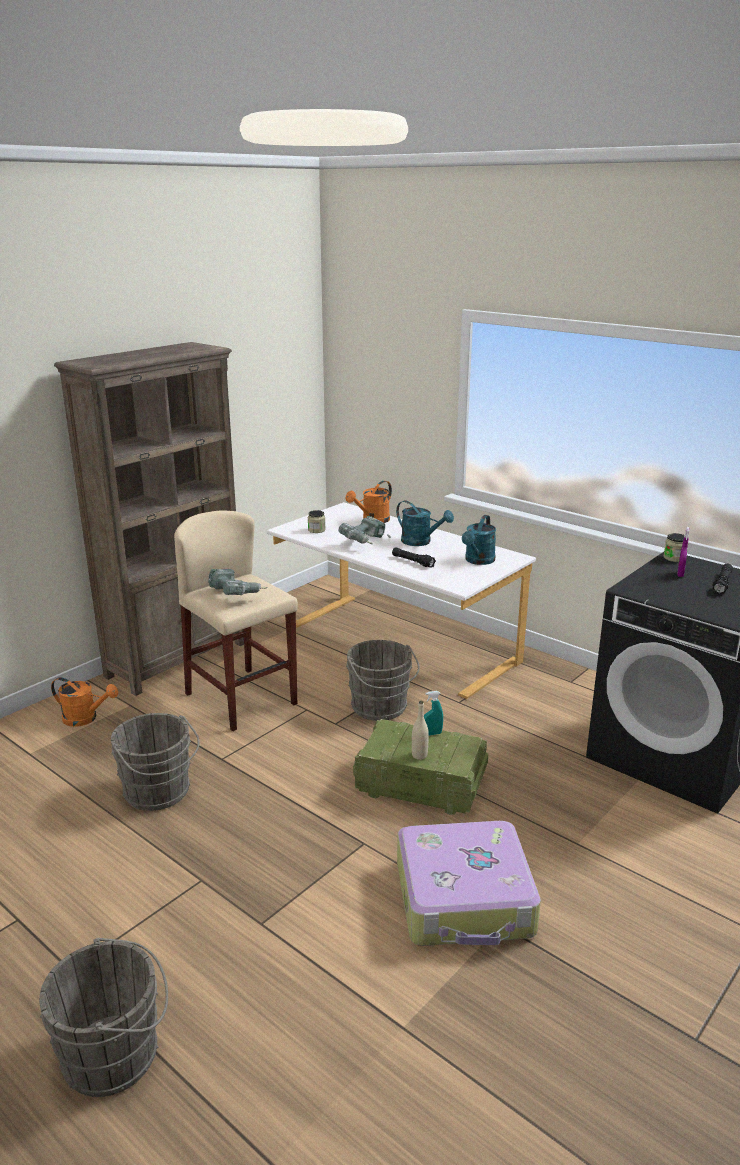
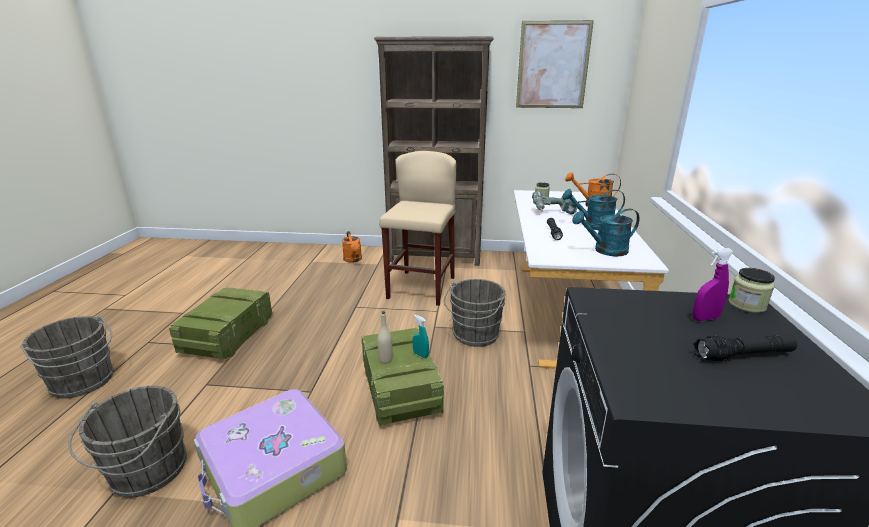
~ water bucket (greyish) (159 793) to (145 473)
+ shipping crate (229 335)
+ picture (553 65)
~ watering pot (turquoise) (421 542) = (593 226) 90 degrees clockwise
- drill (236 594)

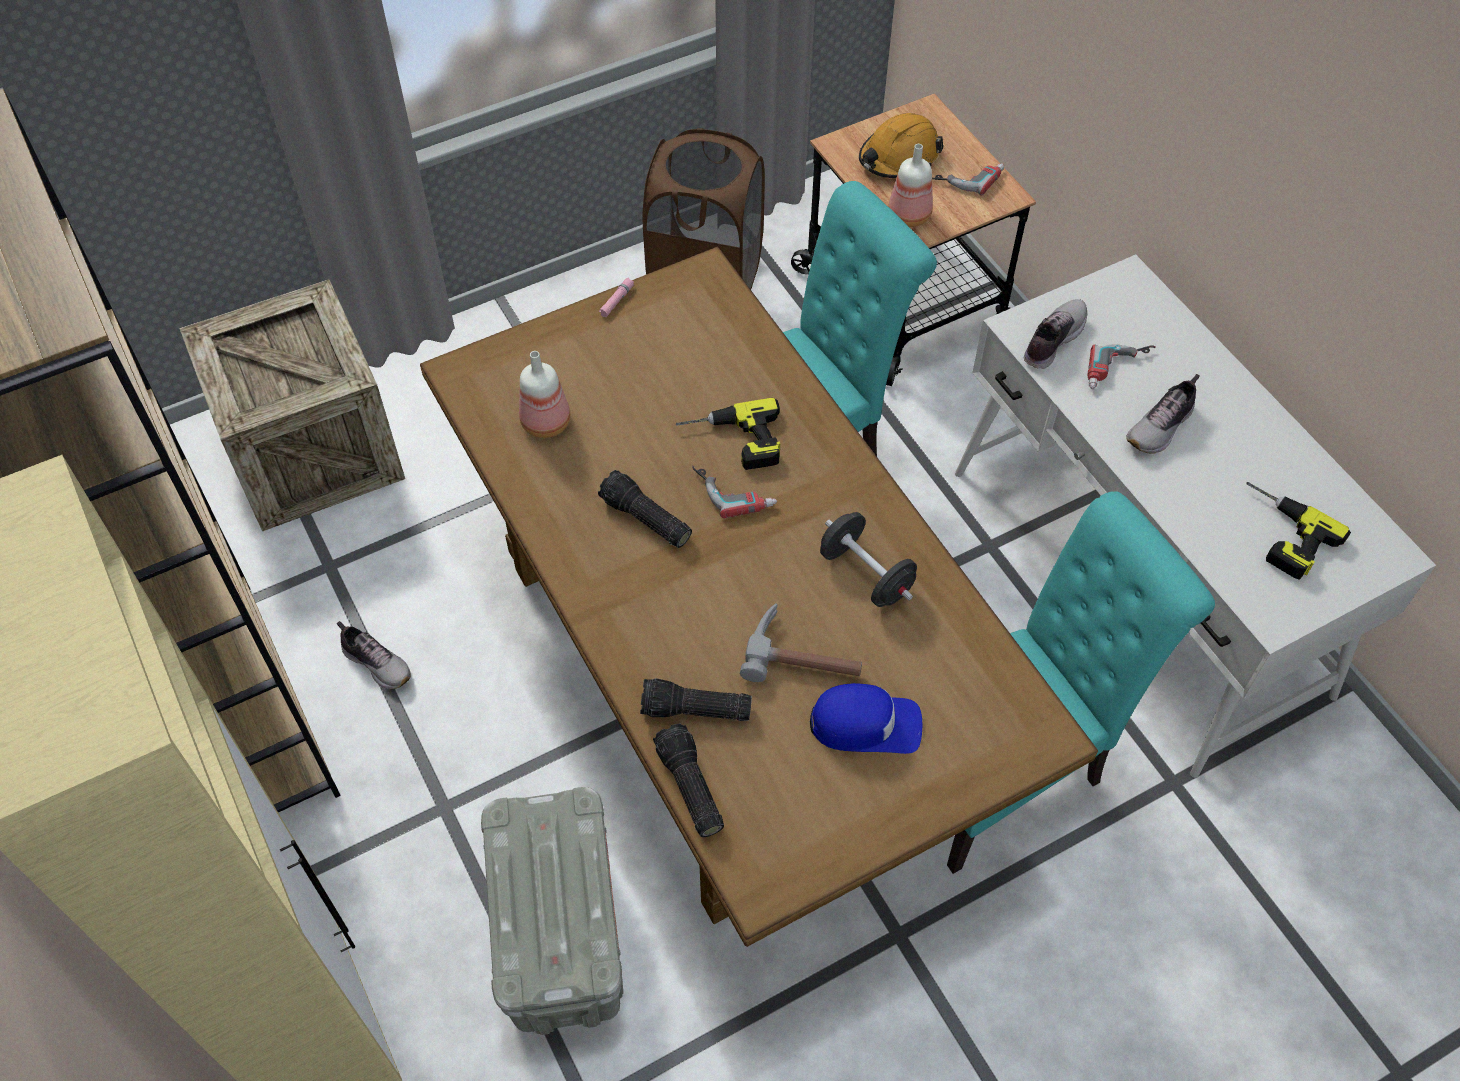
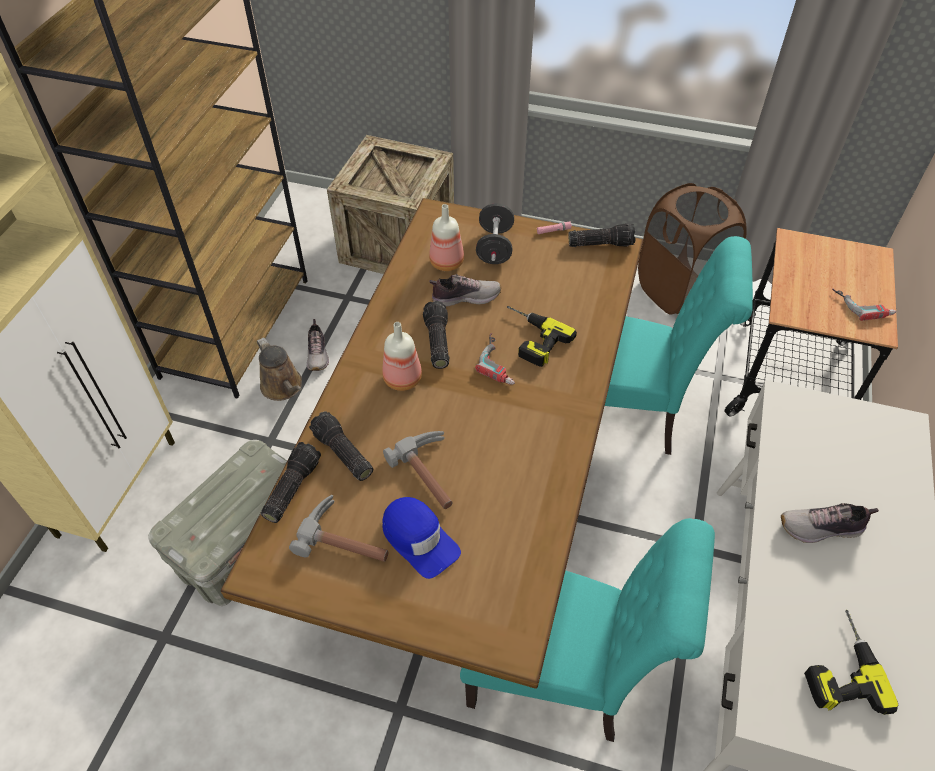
+ watering pot (brown-coloured) (283 387)
+ hand hammer (347 538)
~ drink bottle (908 215) to (402 378)
~ shoe (1052 340) to (465 297)
~ free weight (blackish) (866 574) to (494 247)
+ torch (600 243)
- hard hat (orange) (898 157)
- drill (1120 371)

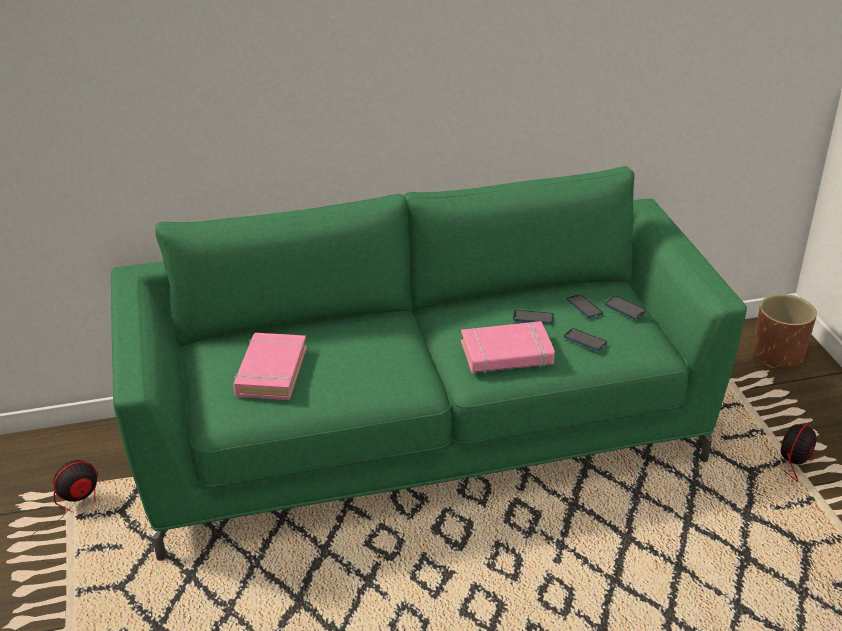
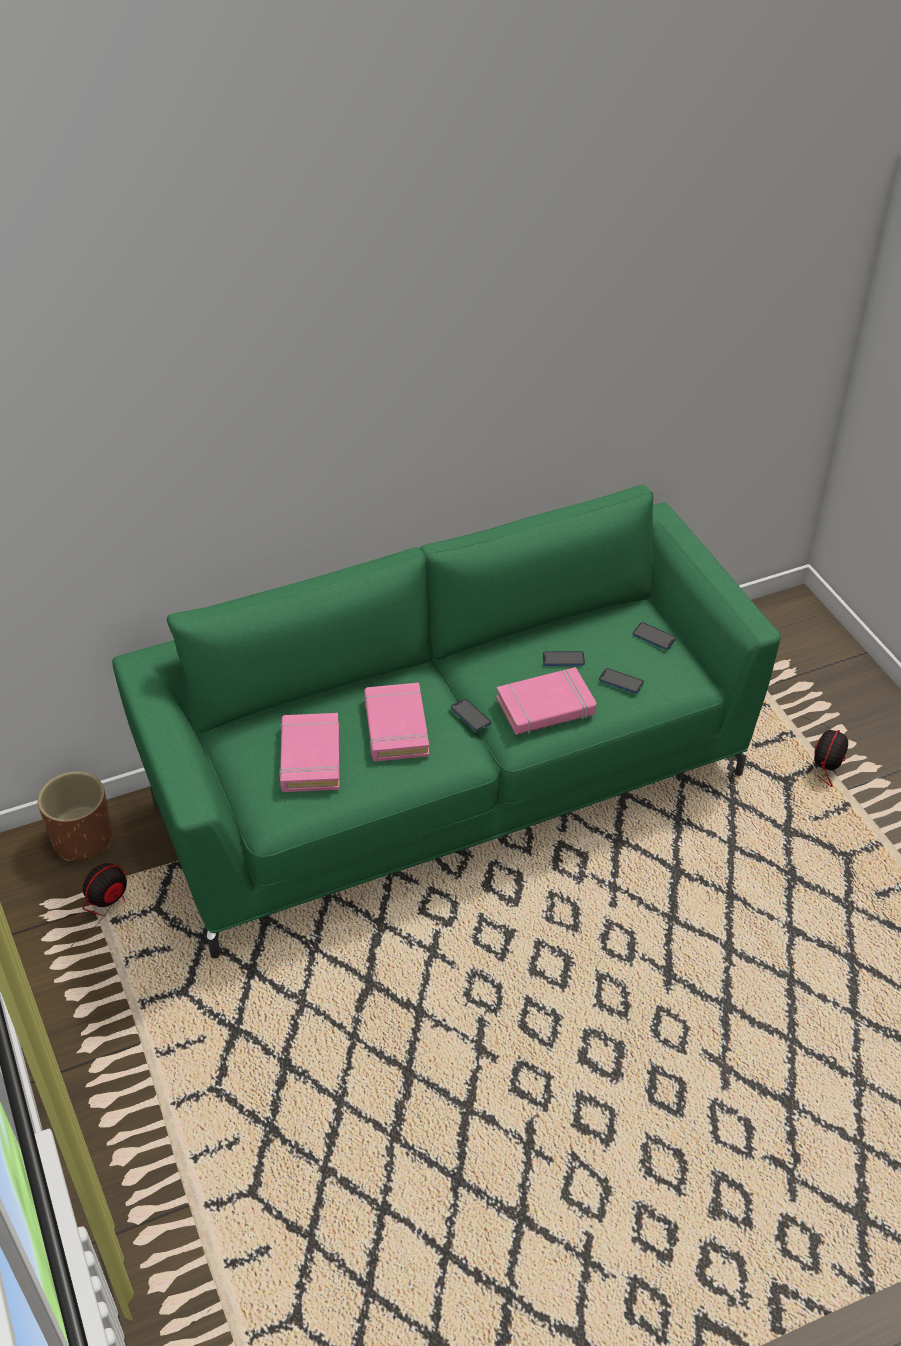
~ flower pot (brown-coloured) (778 355) to (83 839)
+ bound book (pink-coloured) (396 727)
~ handset (584 307) to (470 716)

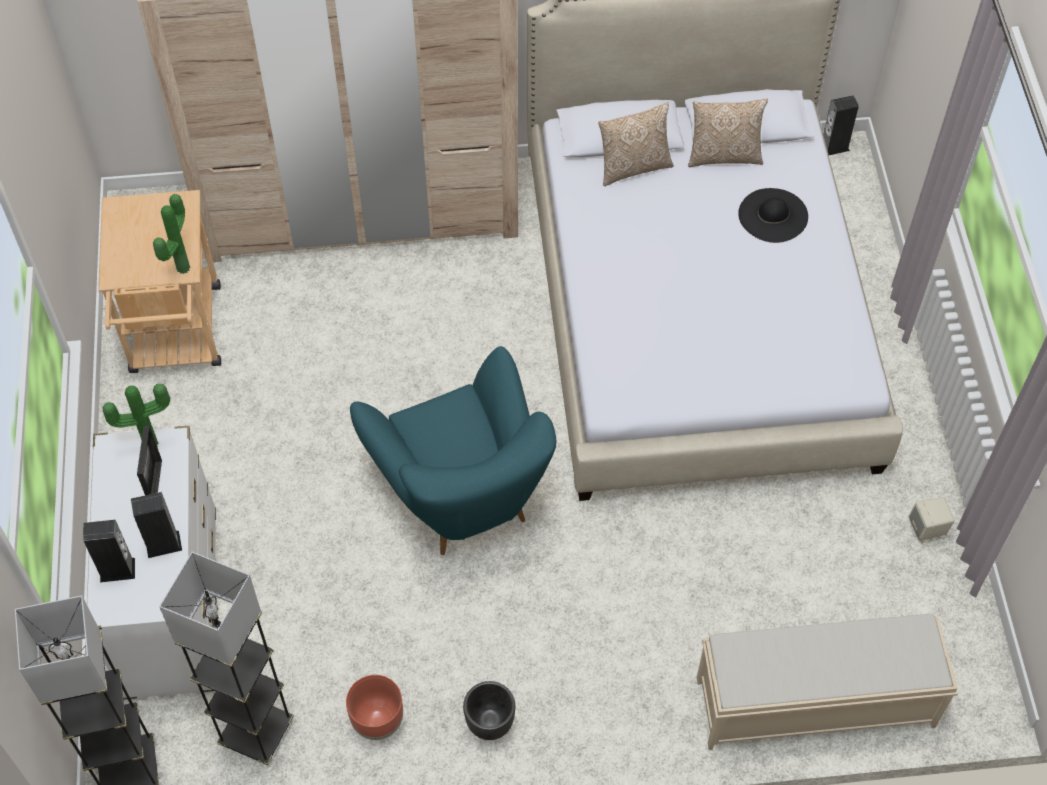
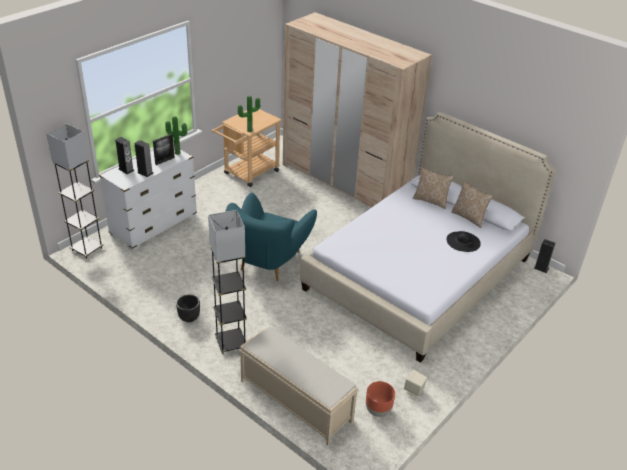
~ floor lamp (greyish) (256 732) to (231 343)
~ flower pot (brown-coloured) (378 721) to (378 410)

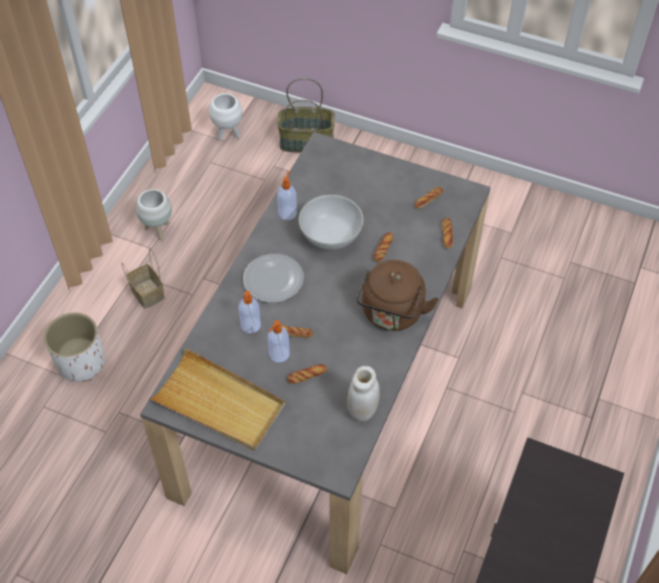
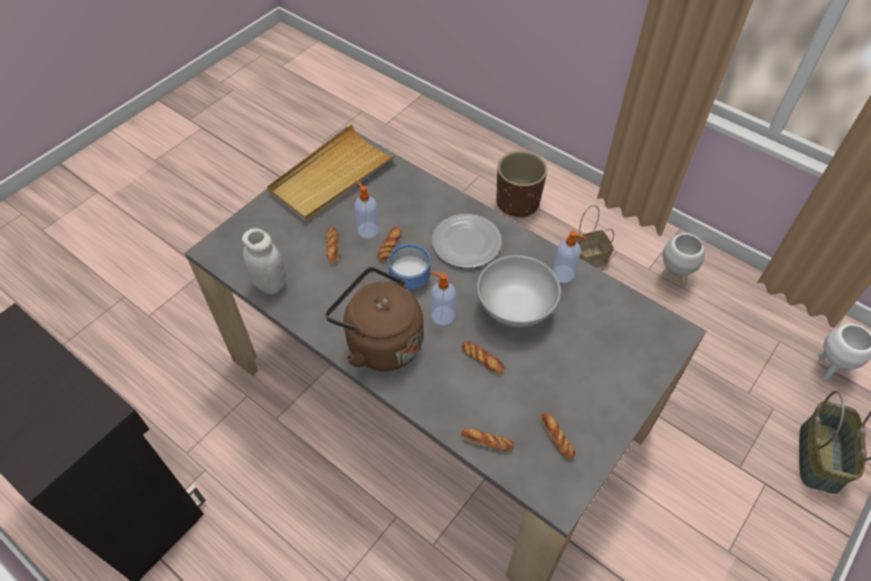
+ deep dish (411 277)
~ soap bottle (250 326) to (442 315)
~ flower pot (whitish) (81 363) to flower pot (brown-coloured) (517 203)

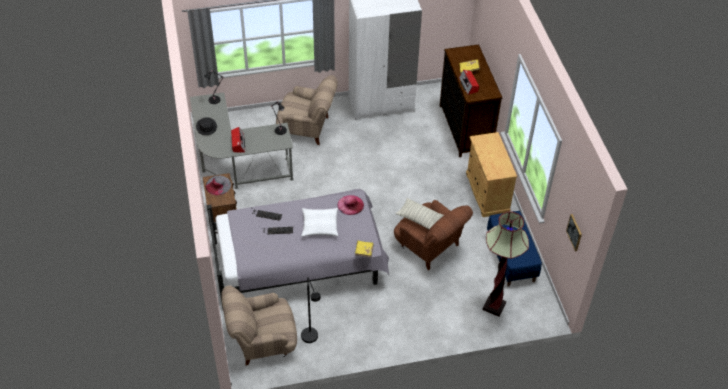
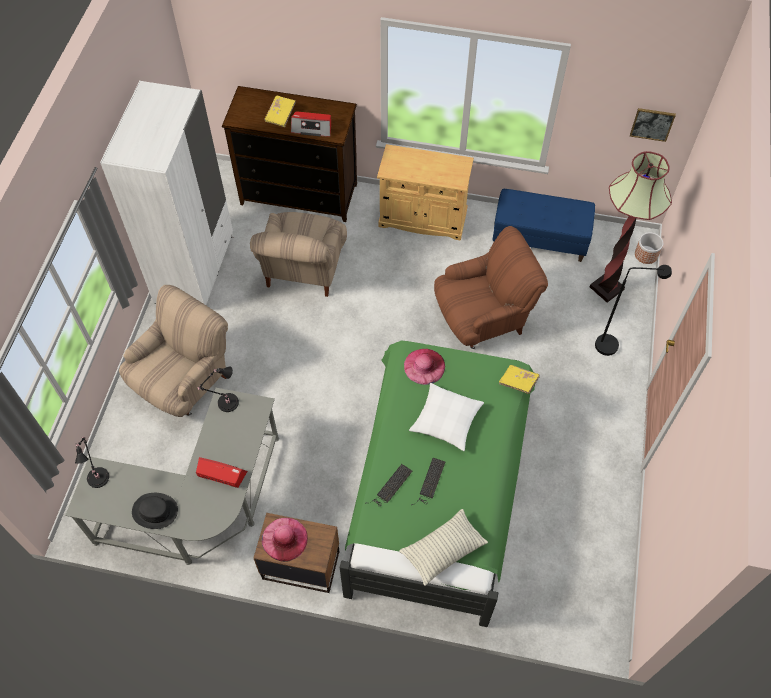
~ easy chair (sand-coloured) (262 341) to (303 270)
~ hat (greyish) (218 185) to hat (pink-coloured) (284 539)
~ bedroom bed (greyish) (300 261) to bedroom bed (green-coloured) (439 485)
~ cushion (419 218) to (443 550)
~ floor lamp (blackish) (311 339) to (613 345)
+ flower pot (646 255)

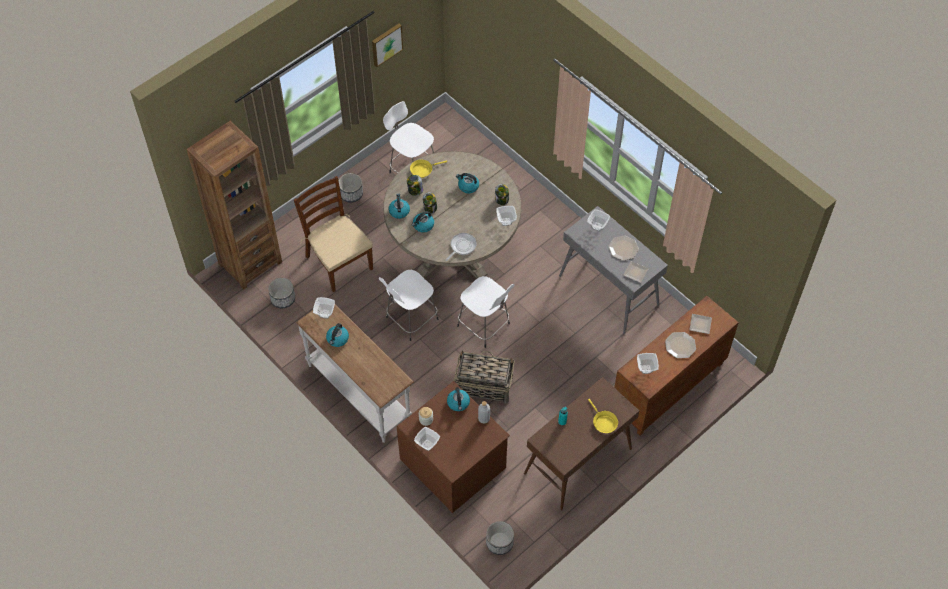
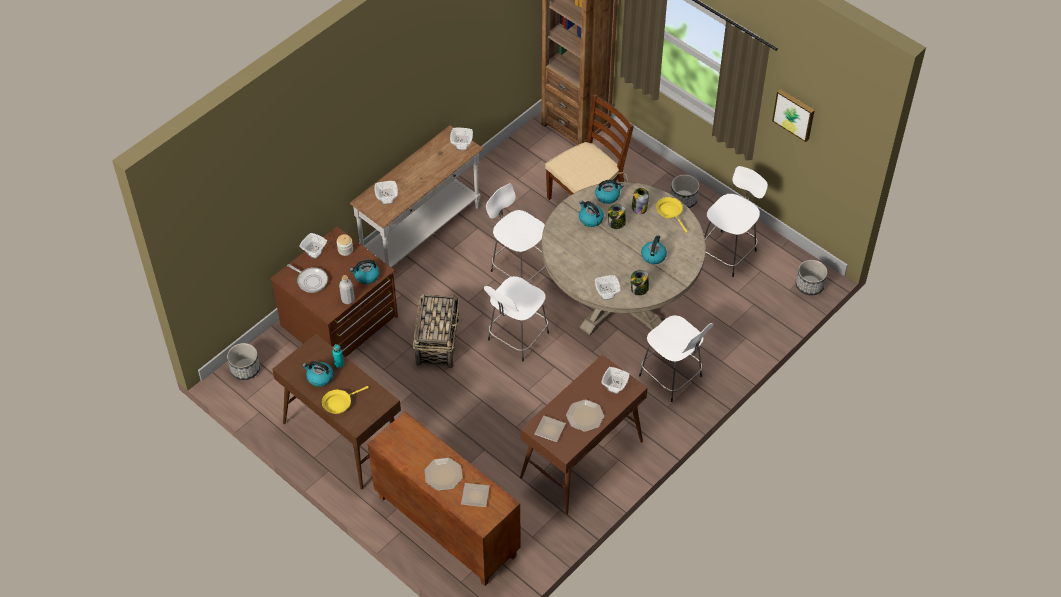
~ pan (462 246) to (311 280)
~ tea kettle (337 339) to (319 377)
~ deep dish (645 369) to (386 199)
~ narrow table (greyish) (609 290) to narrow table (brown-coloured) (581 460)
+ stool seat (whitish) (672 377)
~ flower pot (283 298) to (809 285)

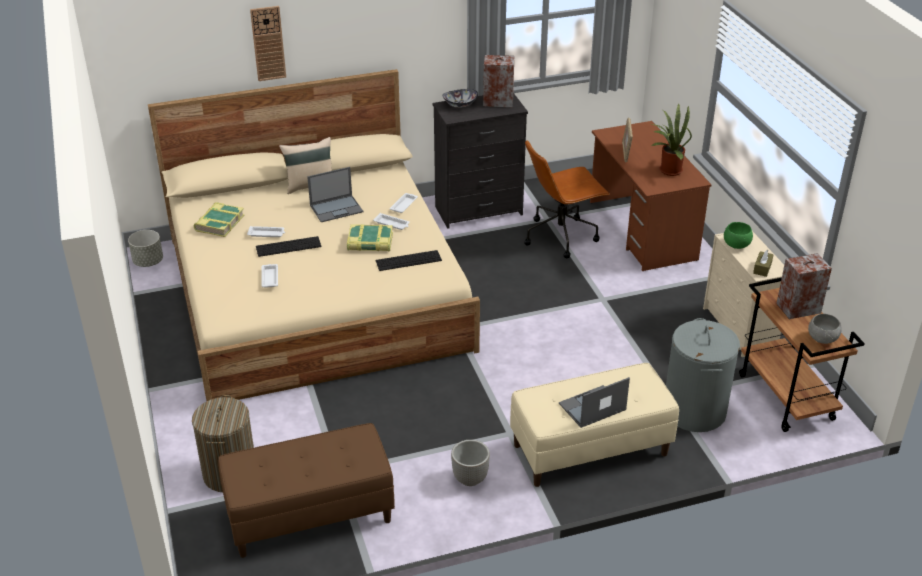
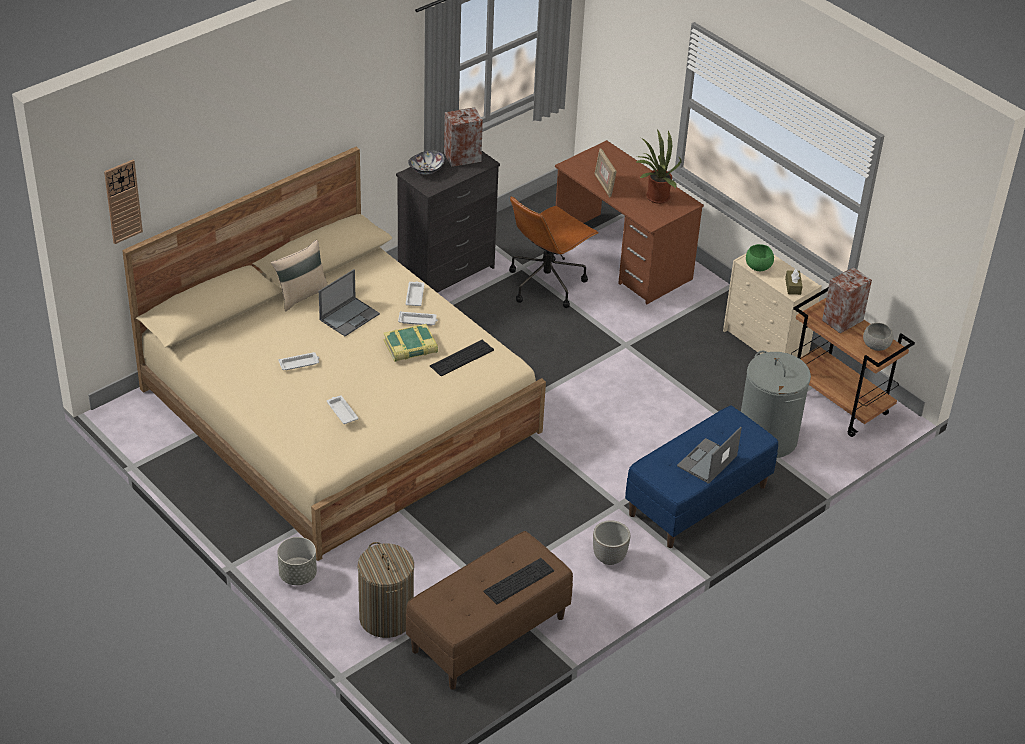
~ hanging clock (268 43) to (123 201)
~ flower pot (greyish) (148 262) to (298 575)
~ computer keyboard (288 246) to (519 581)
~ indoor bench (sand-coloured) (590 450) to indoor bench (blue) (698 501)
- bound book (219 223)

